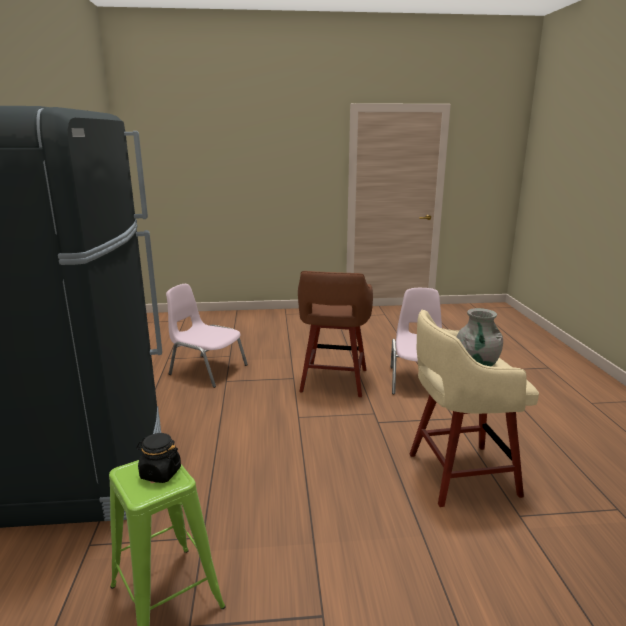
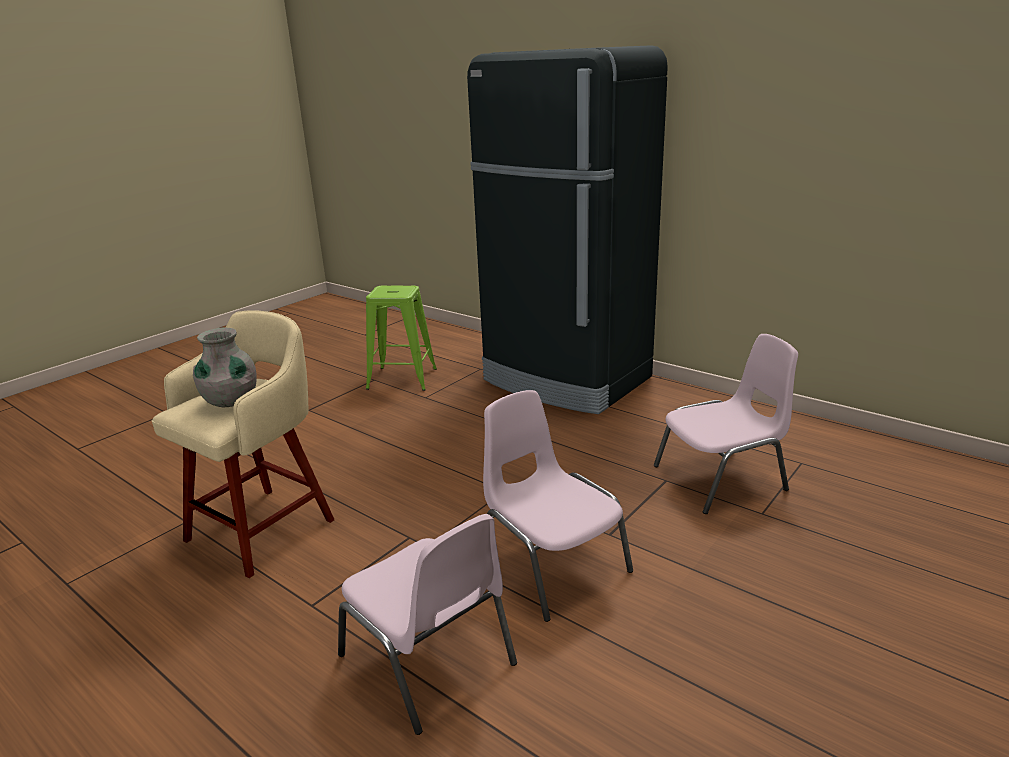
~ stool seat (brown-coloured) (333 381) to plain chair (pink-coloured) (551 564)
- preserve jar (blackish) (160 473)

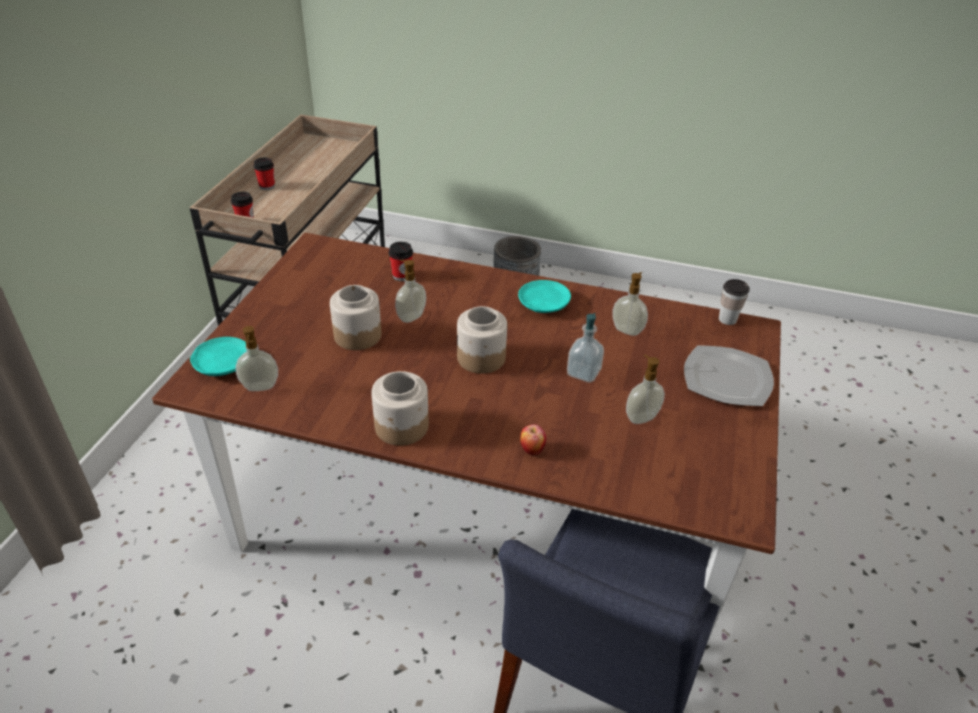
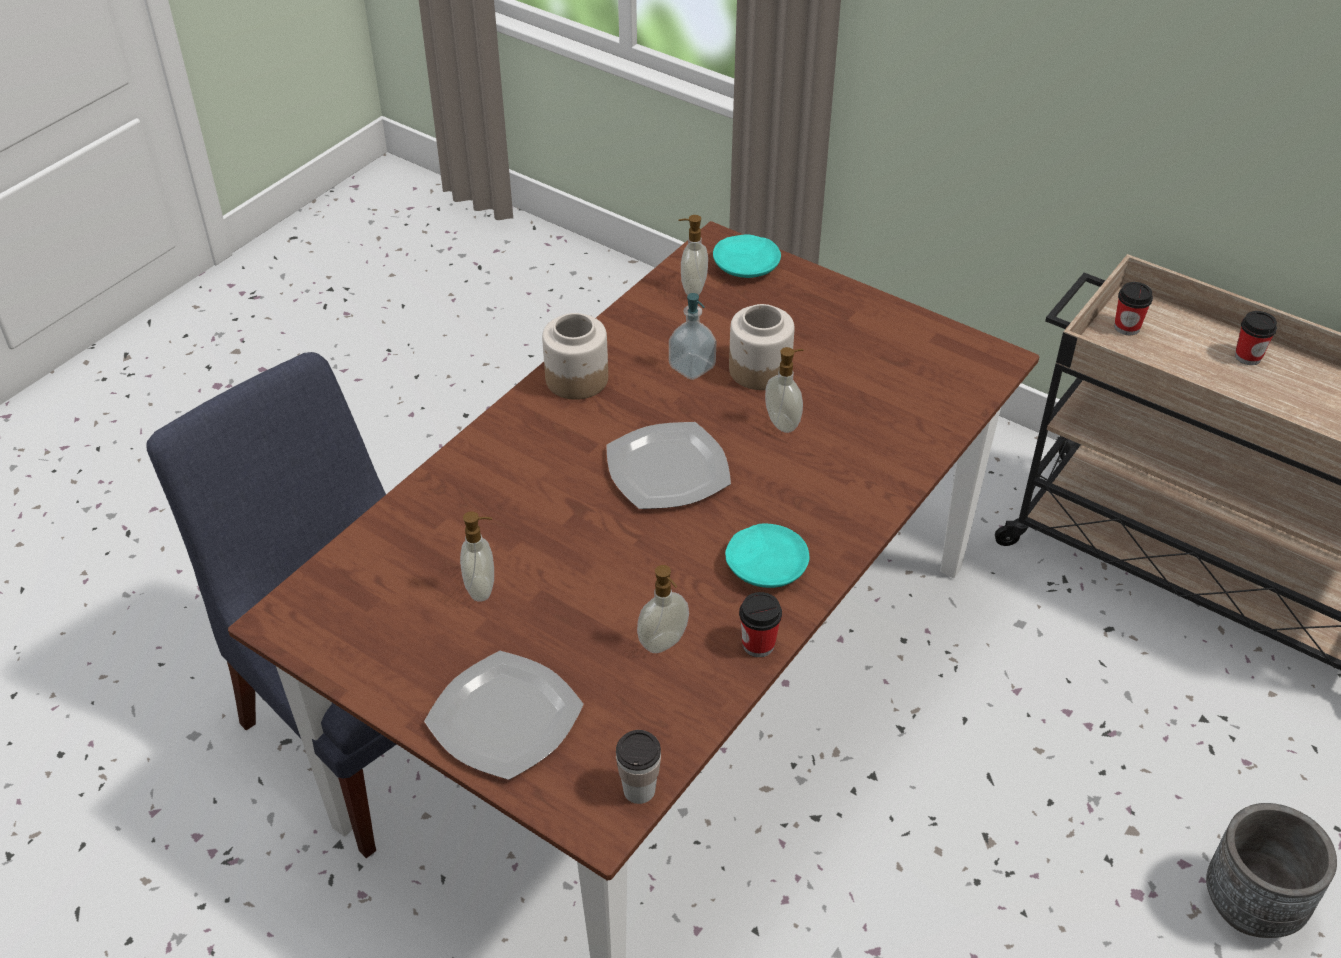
~ preserve jar (480 358) to dinner plate (668 468)
~ soap bottle (583 373) to (692 367)
~ drinking cup (402 276) to (758 644)
- whole apple (531 450)

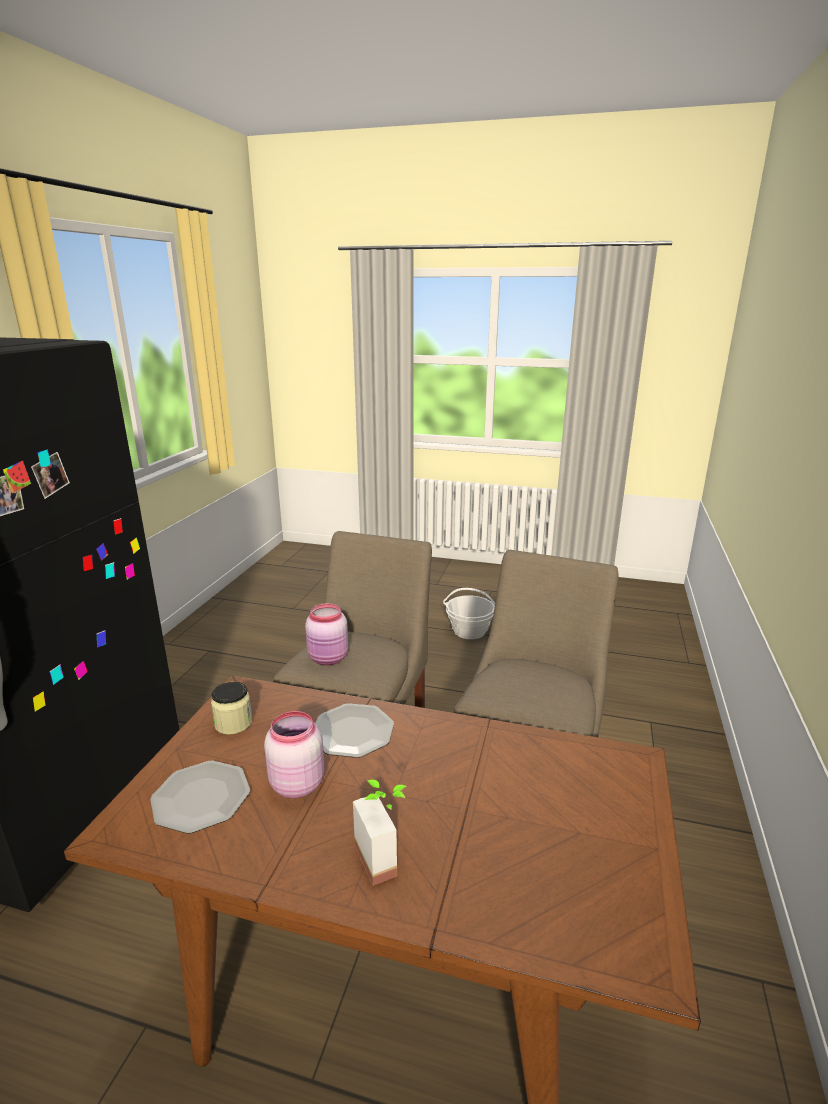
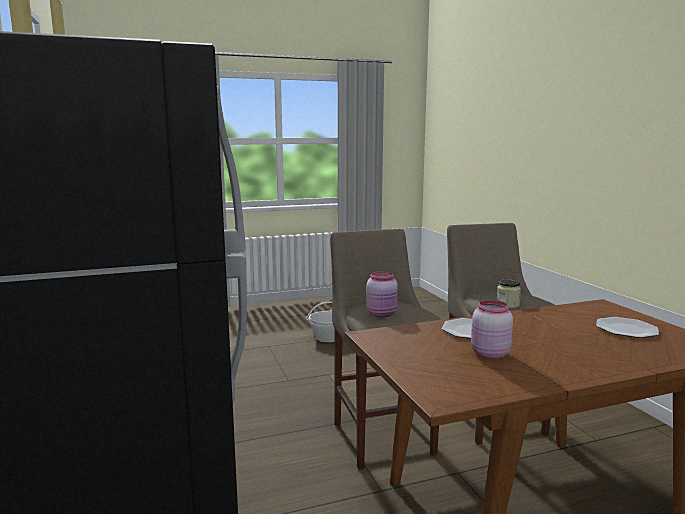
~ preserve jar (233 723) to (507 304)
~ dinner plate (201 798) to (626 329)
- potted plant (385 857)

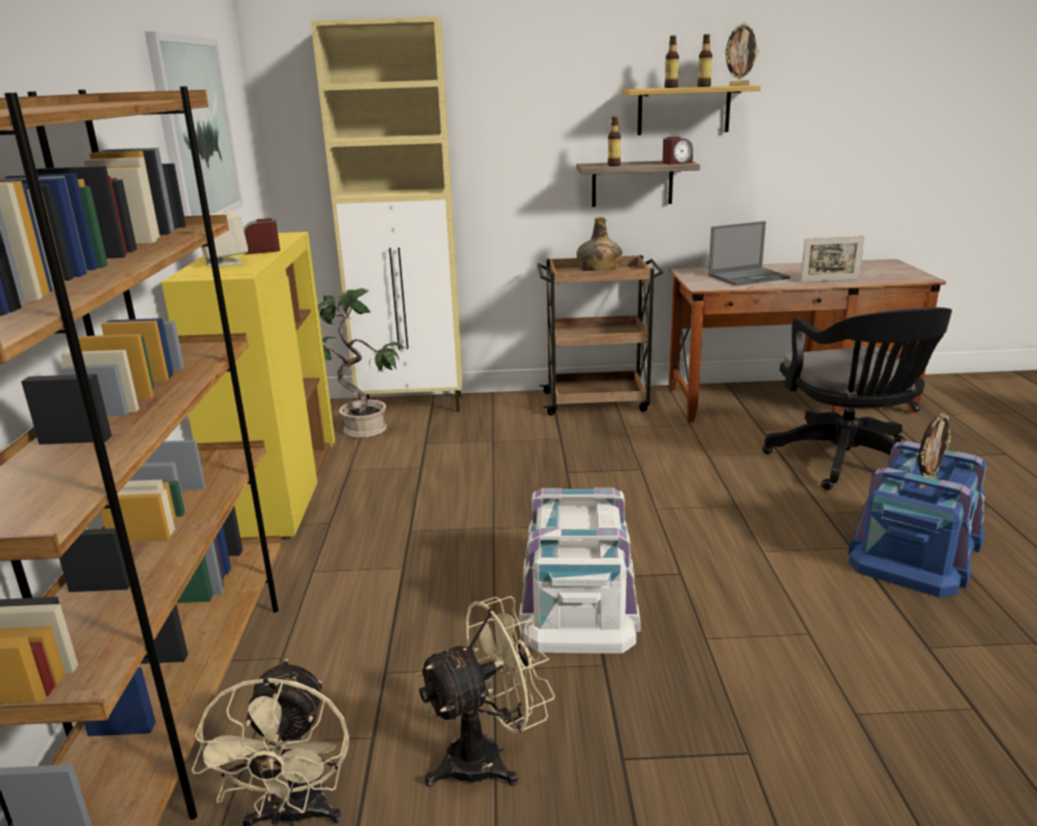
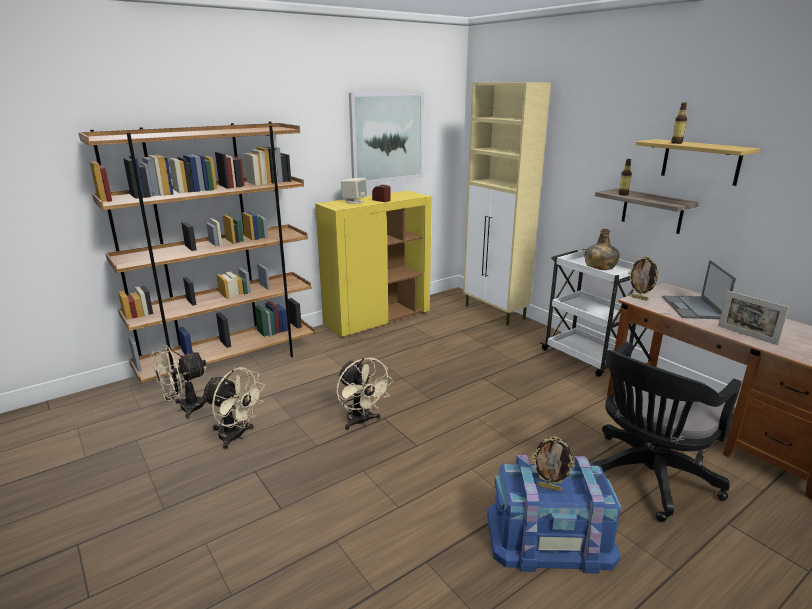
~ storage bin (whitish) (577 600) to fan (sand-coloured) (361 422)
~ trolley (brown-coloured) (597 401) to trolley (whitish) (585 357)
~ standing frame (739 85) to (639 298)
~ notebook computer (749 277) = (693 308) 60 degrees clockwise
- potted plant (363 430)
- alarm clock (676 163)
- drink bottle (703 86)

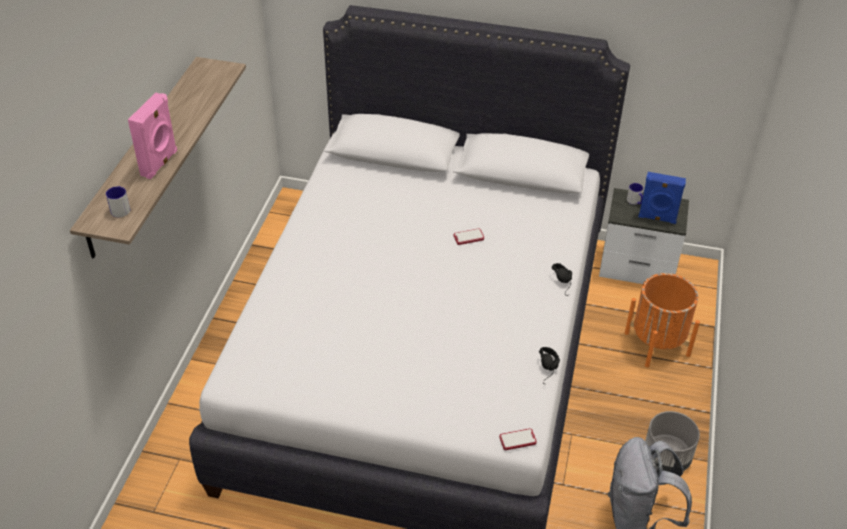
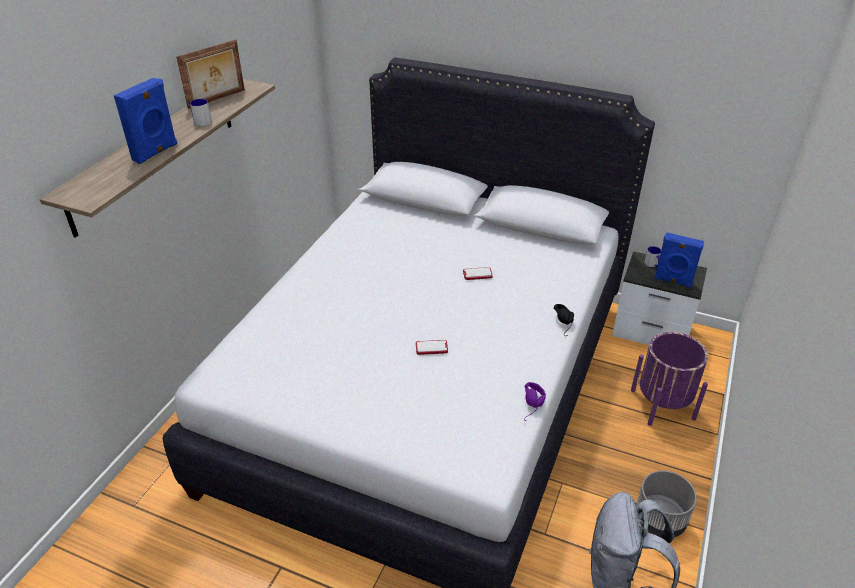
~ audio speaker (pink-coloured) (160 163) to audio speaker (blue) (156 152)
+ standing frame (217 99)
~ coffee mug (121 208) to (204 120)
~ handset (517 440) to (431 348)
~ headset (blackish) (550 370) to headset (purple) (534 408)
~ flower pot (orange) (657 344) to flower pot (purple) (662 404)

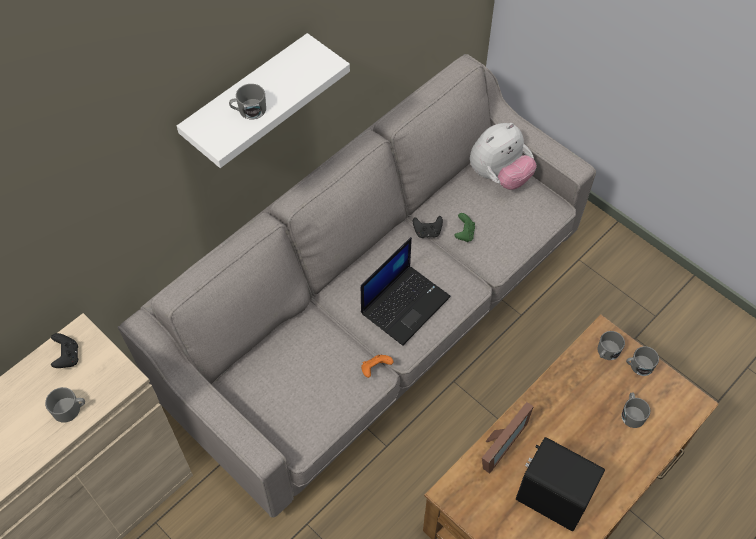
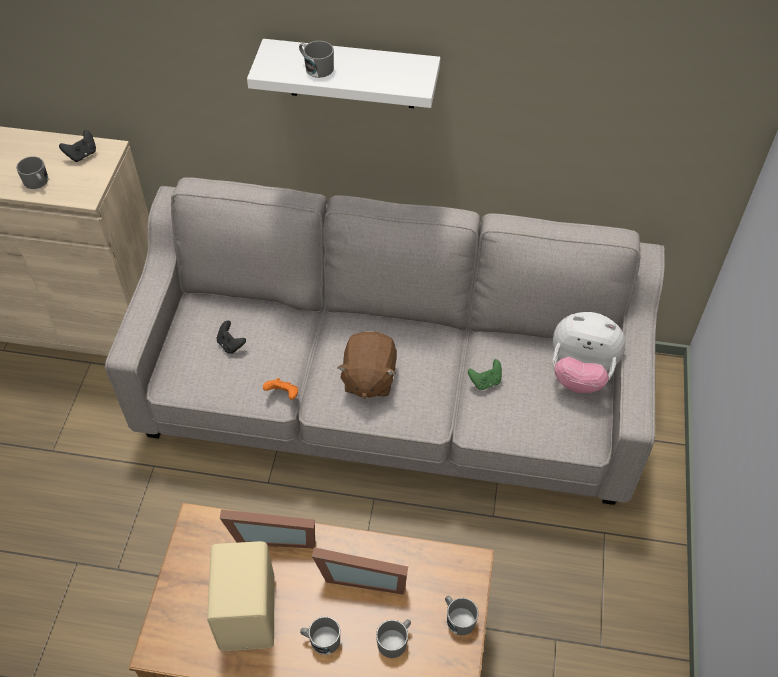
~ audio speaker (blackish) (552 495) to audio speaker (sand-coloured) (250 612)
~ joypad (blackish) (427 232) to (231 345)
~ coffee mug (greyish) (606 352) to (321 640)
+ standing frame (362 575)
~ notebook computer (405 303) to cuddly toy (brown-coloured) (368 378)

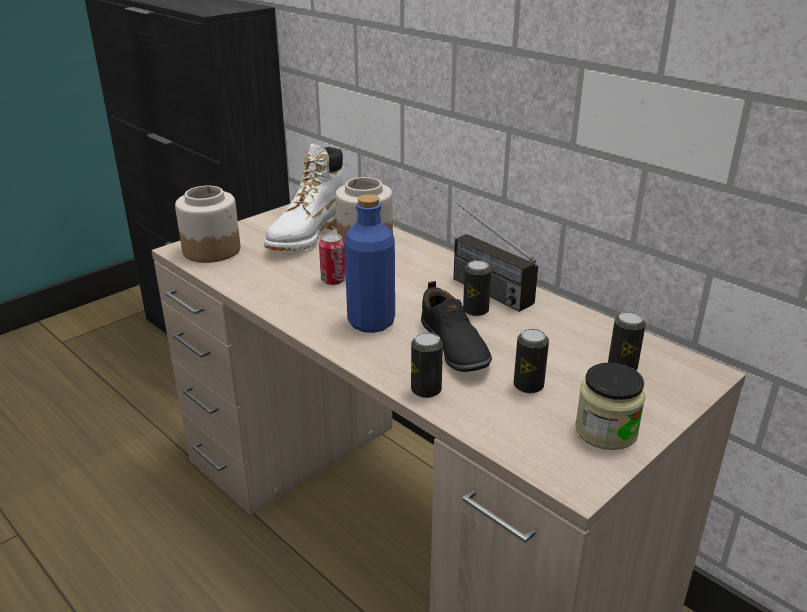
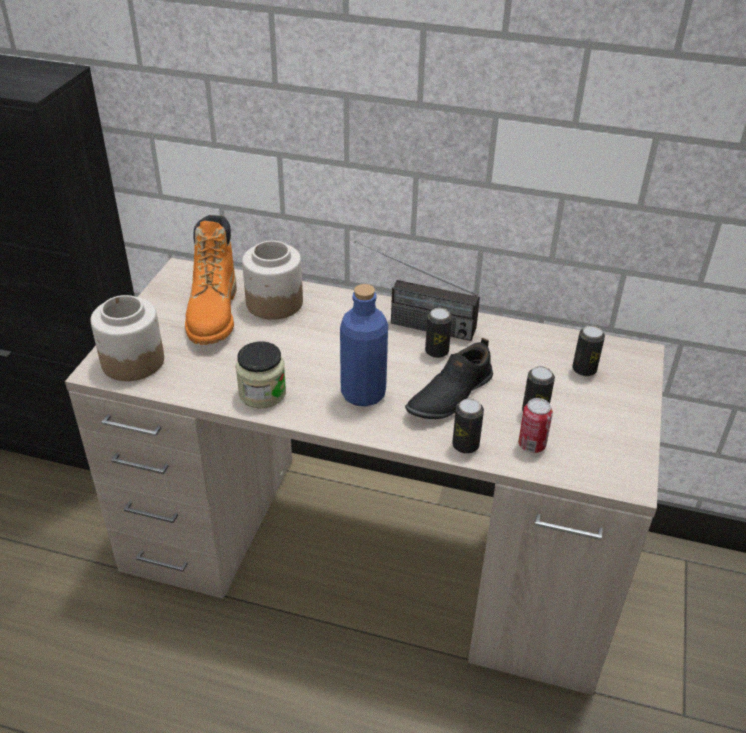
~ boot (whitish) (307 236) to boot (orange) (214 314)
~ preserve jar (606 431) to (262 393)
~ shoe (blackish) (453 346) = (449 394) 90 degrees clockwise
~ can (333 281) to (531 445)

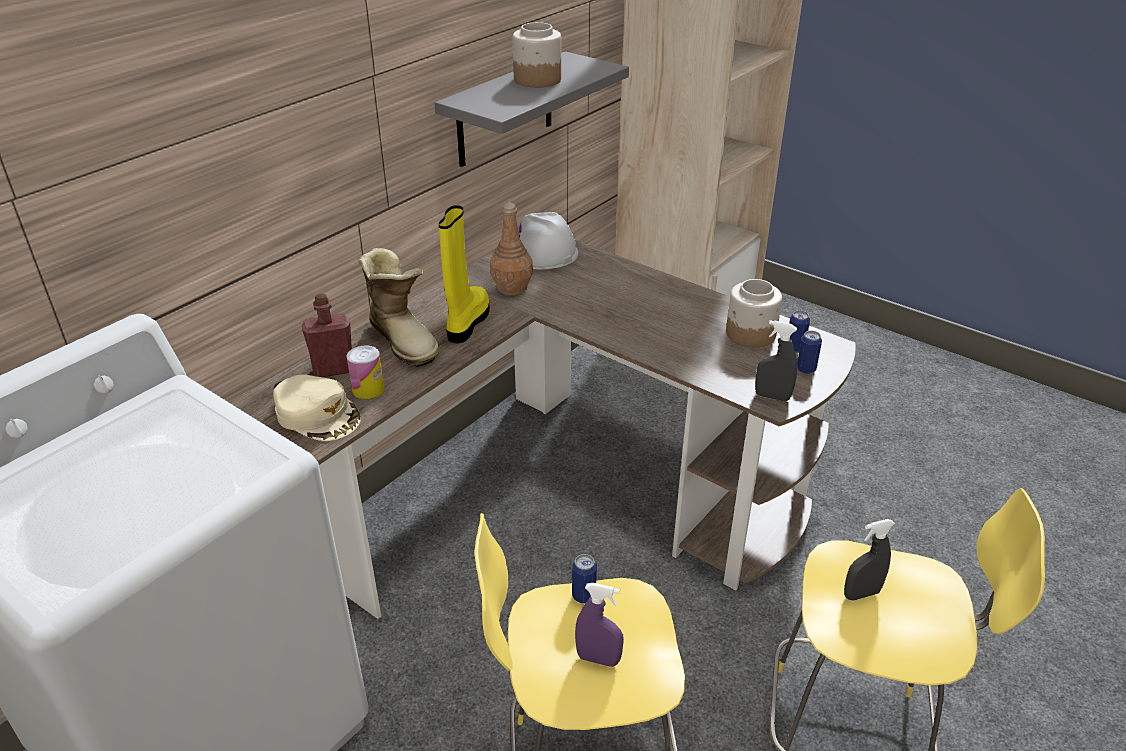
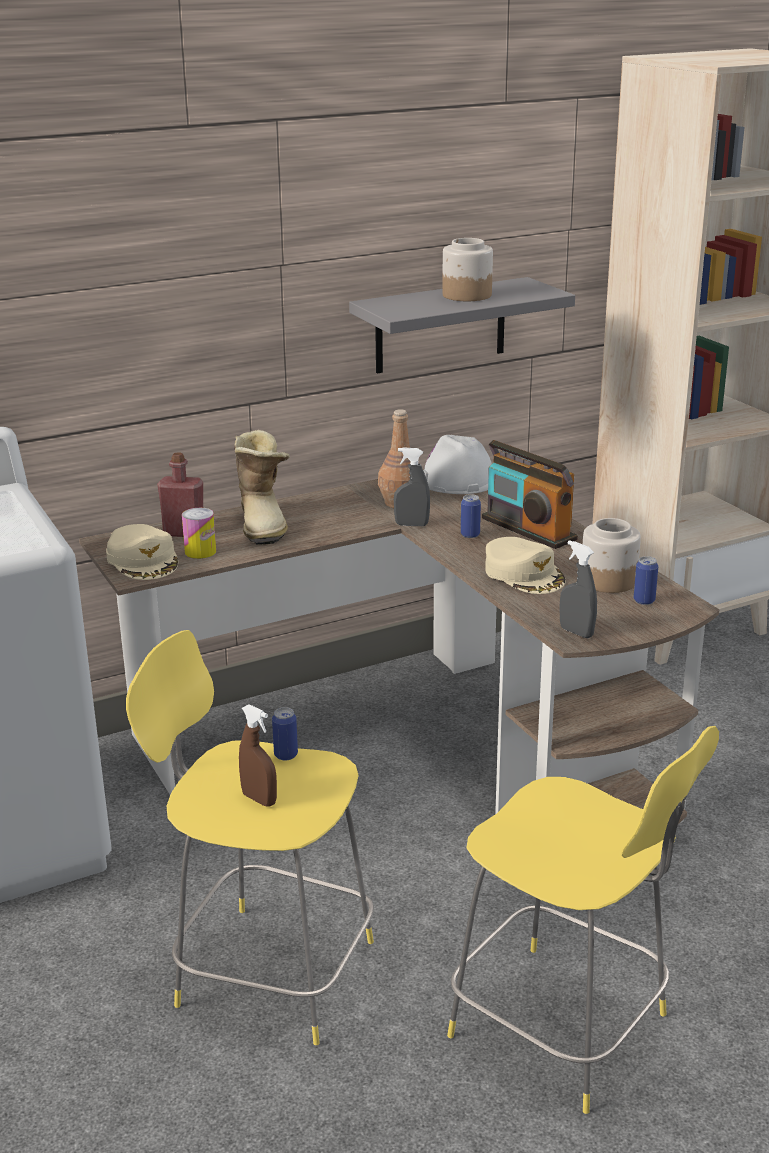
~ spray bottle (purple) (598 659) to spray bottle (brown-coloured) (259 799)
~ spray bottle (greyish) (861 594) to (411 525)
~ can (806 369) to (470 534)
+ radio receiver (528 529)
+ peaked cap (sand-coloured) (524 574)
- boot (yellow) (467 322)

